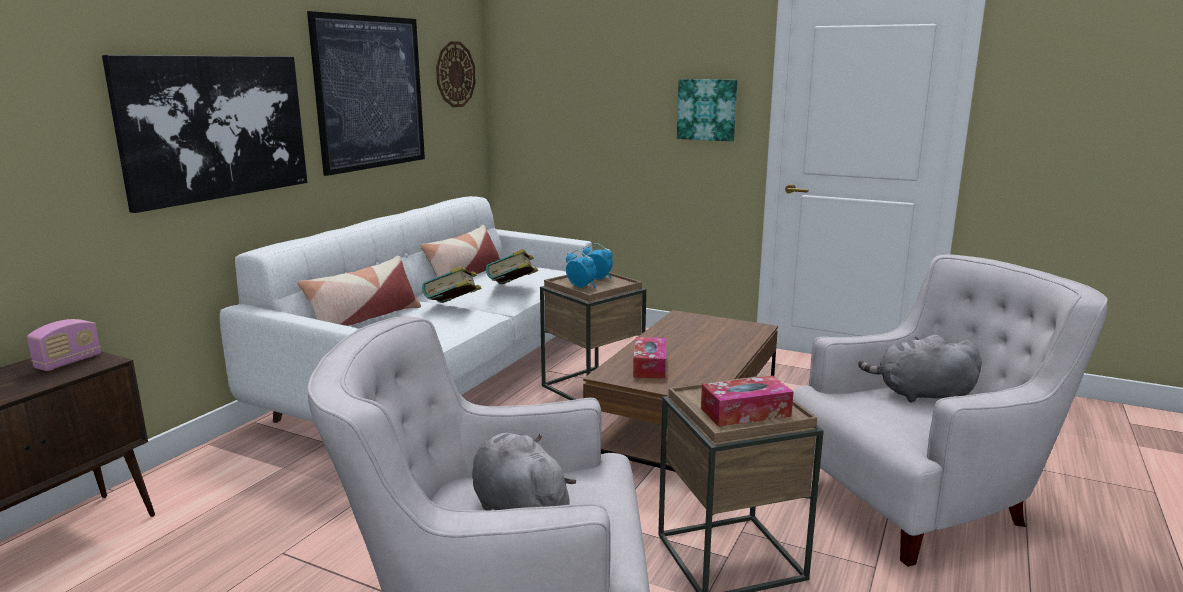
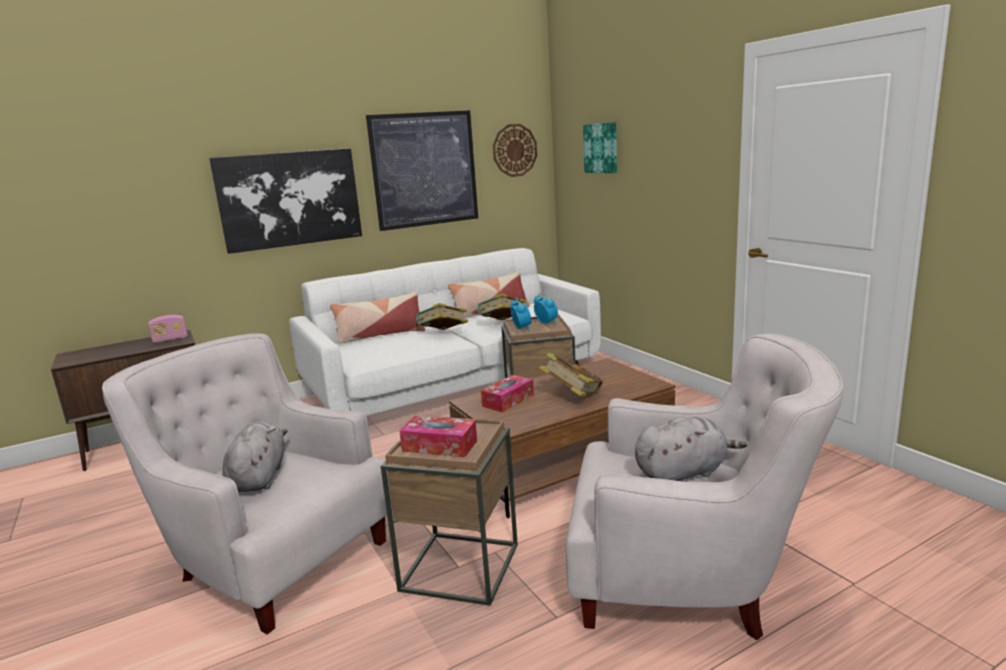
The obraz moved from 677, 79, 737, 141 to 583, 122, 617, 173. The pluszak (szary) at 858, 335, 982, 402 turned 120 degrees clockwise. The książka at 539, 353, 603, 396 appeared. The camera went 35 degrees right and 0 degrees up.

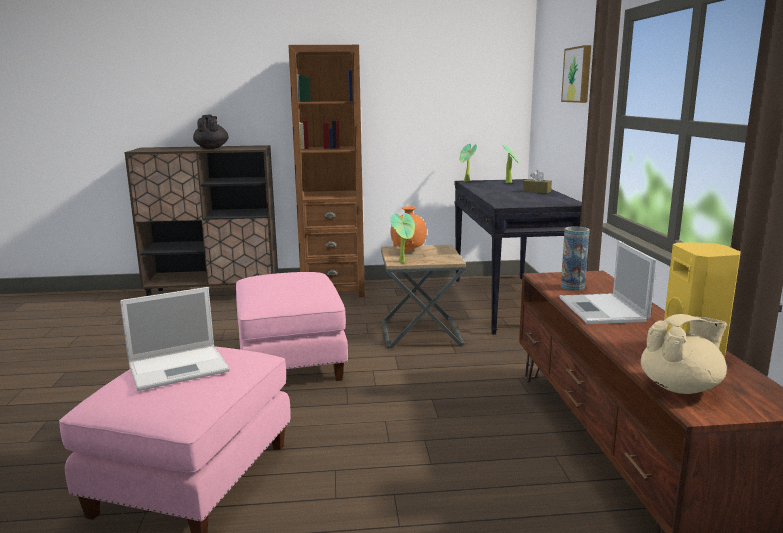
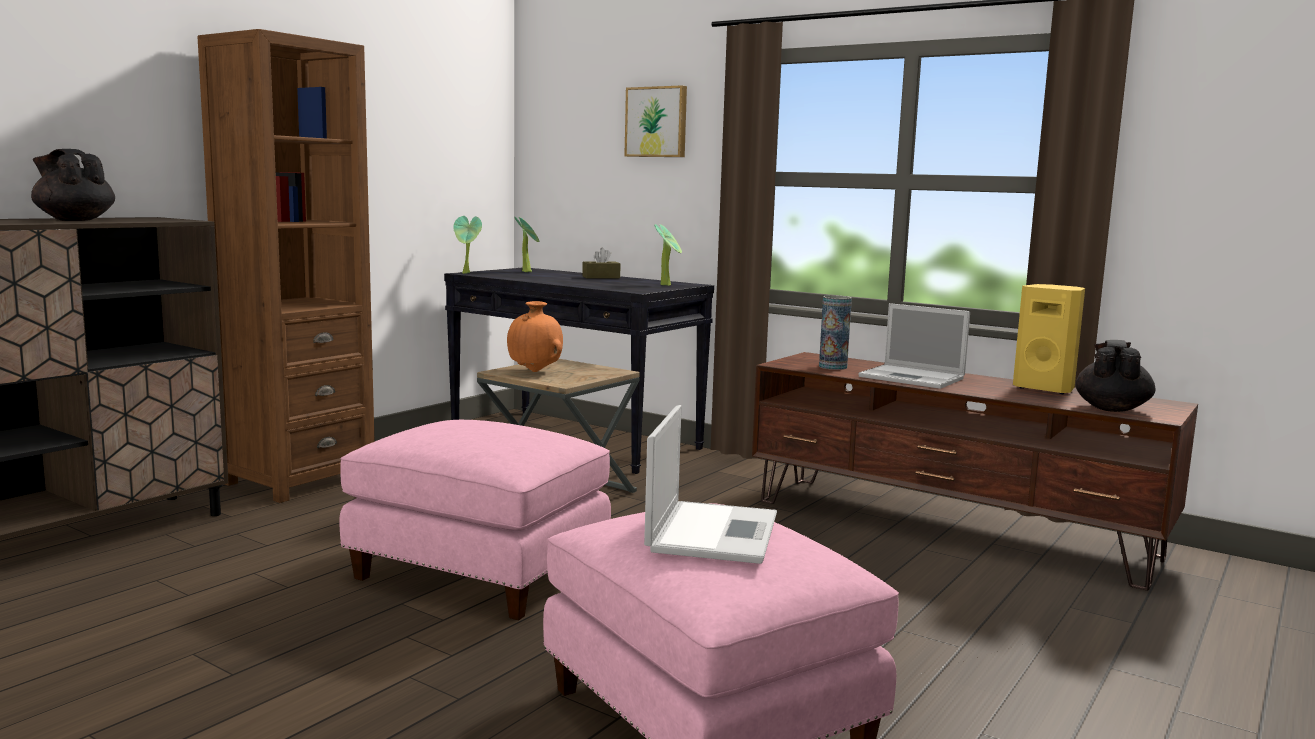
The roślina doniczkowa moved from 390, 213, 415, 263 to 655, 224, 682, 286. The imbryk (beżowy) at 641, 314, 727, 394 became the imbryk (czarny) at 1076, 340, 1156, 412. The camera went 50 degrees left and 5 degrees down.

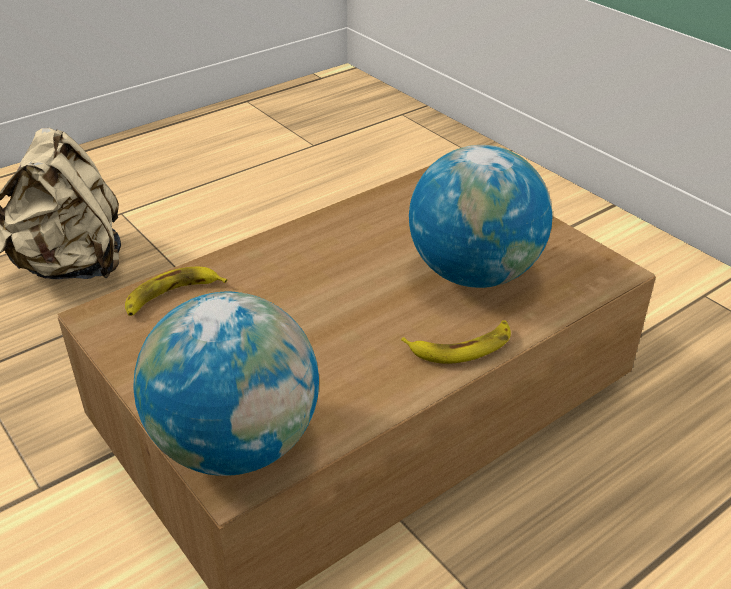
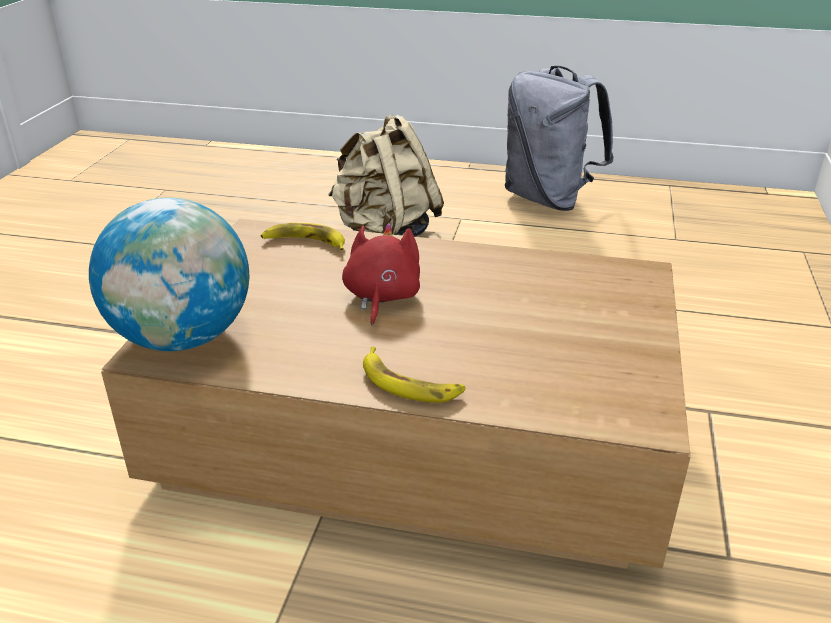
The globus at 409, 145, 553, 288 disappeared. The pluszak (czerwony) at 342, 223, 420, 326 appeared. The plecak (szary) at 505, 66, 614, 211 appeared. The camera went 50 degrees right and 5 degrees down.

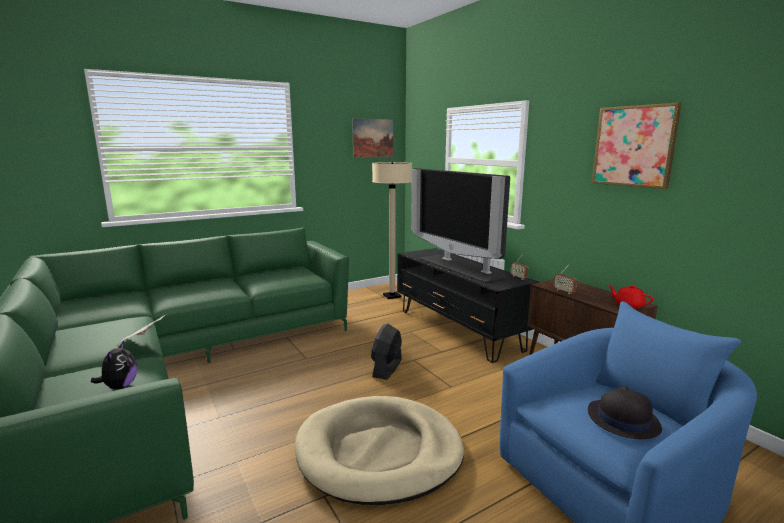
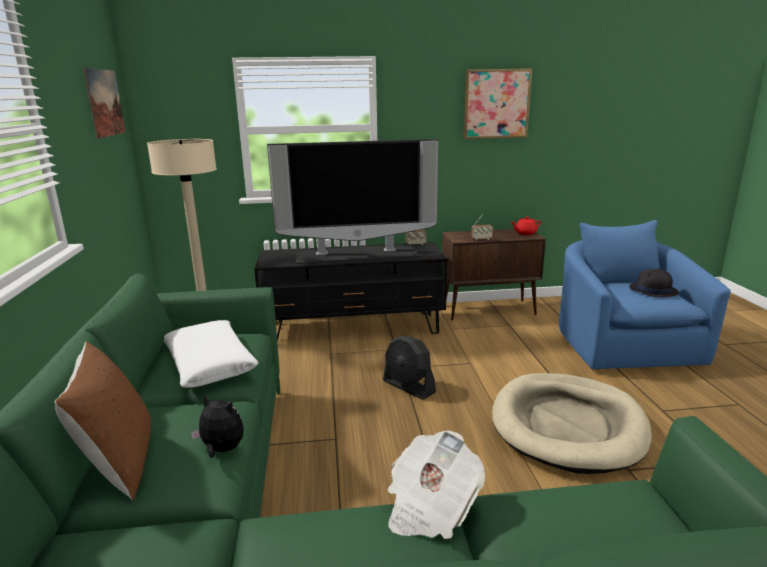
The pluszak moved from 91, 340, 137, 389 to 191, 395, 244, 458. The poduszka (brązowy) at 54, 341, 151, 500 appeared. The poduszka (biały) at 164, 320, 259, 388 appeared. The camera went 65 degrees left and 5 degrees up.

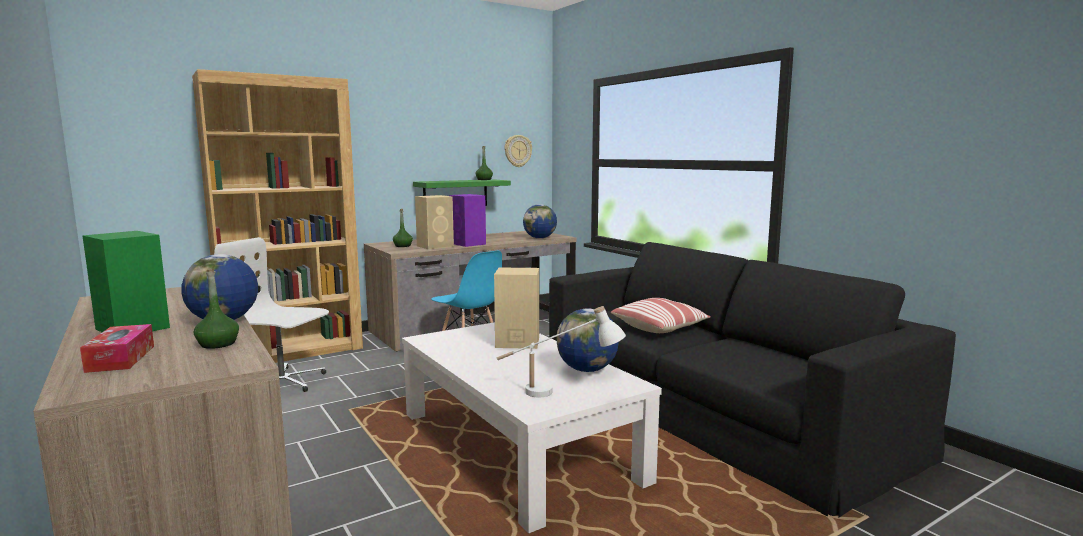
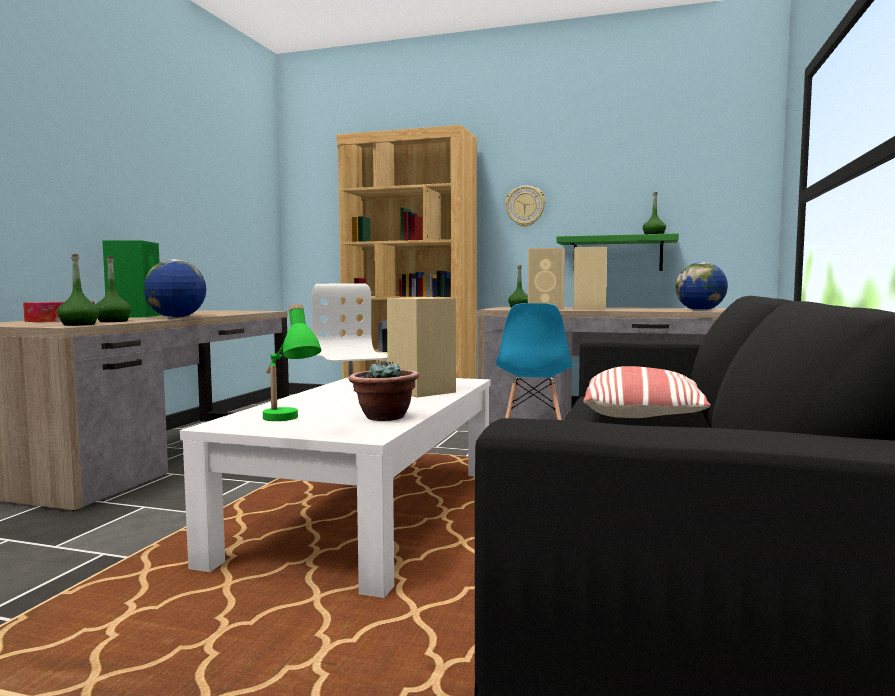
The głośnik (fioletowy) at 449, 194, 486, 247 became the głośnik (beżowy) at 573, 247, 607, 310. The lampa stołowa (biały) at 497, 306, 626, 397 became the lampa stołowa (zielony) at 263, 304, 321, 421. The zegar ścienny moved from 505, 135, 532, 167 to 505, 186, 545, 227. The globus at 556, 308, 619, 372 was replaced by the roślina doniczkowa at 349, 360, 419, 421. The butelka (zielony) at 57, 254, 99, 326 appeared. The camera went 50 degrees right and 5 degrees down.

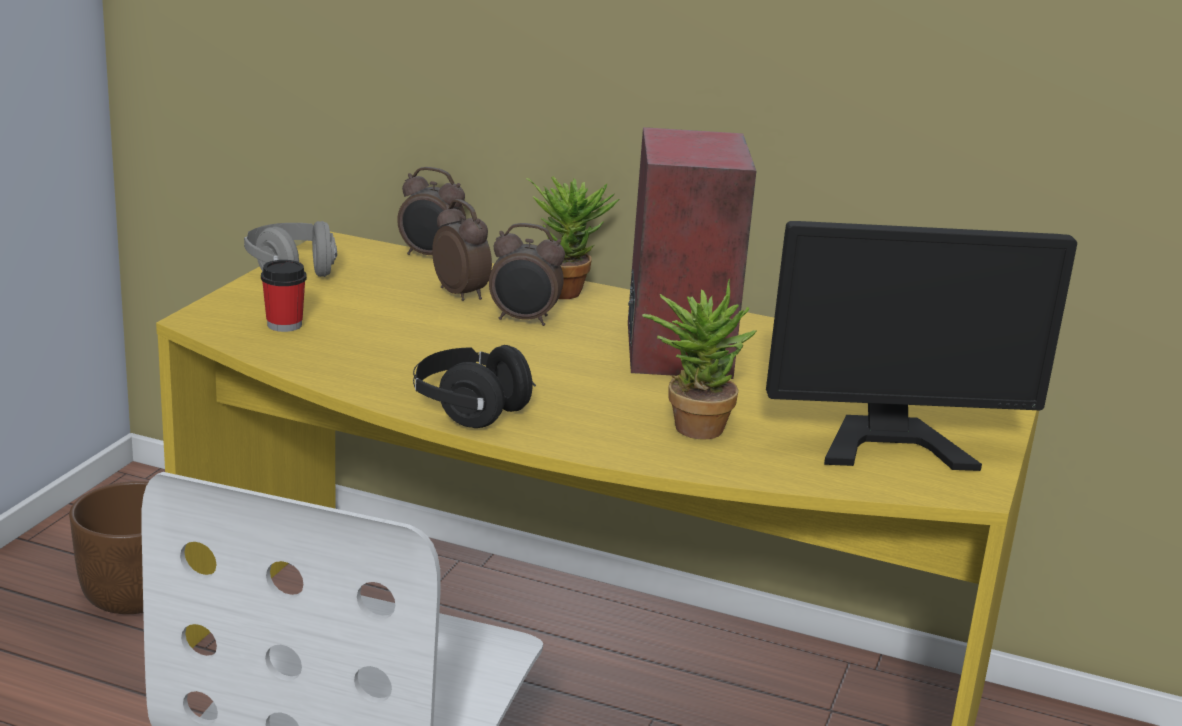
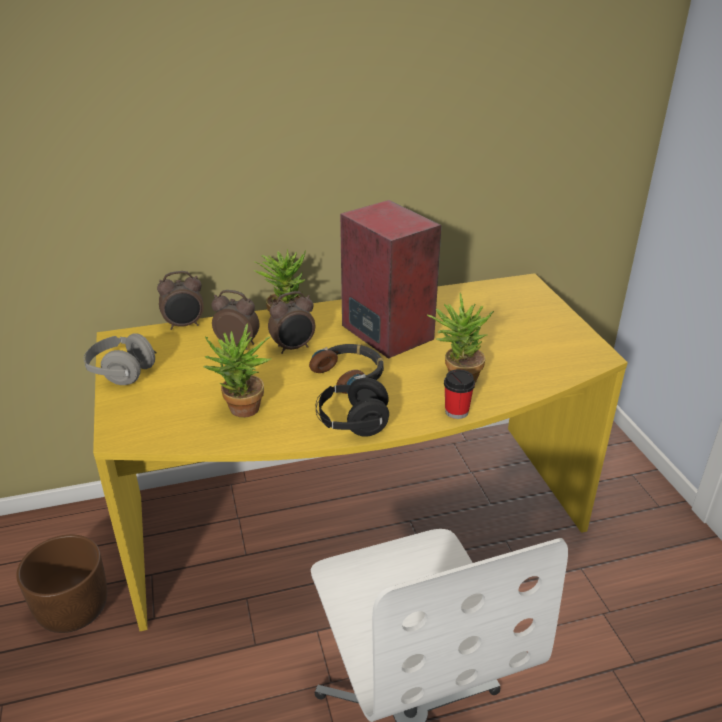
The filiżanka moved from 261, 260, 307, 332 to 444, 369, 475, 419. The monitor at 766, 221, 1077, 471 disappeared. The roślina doniczkowa at 204, 323, 271, 418 appeared. The słuchawki at 309, 344, 384, 394 appeared. The camera went 35 degrees left and 10 degrees up.

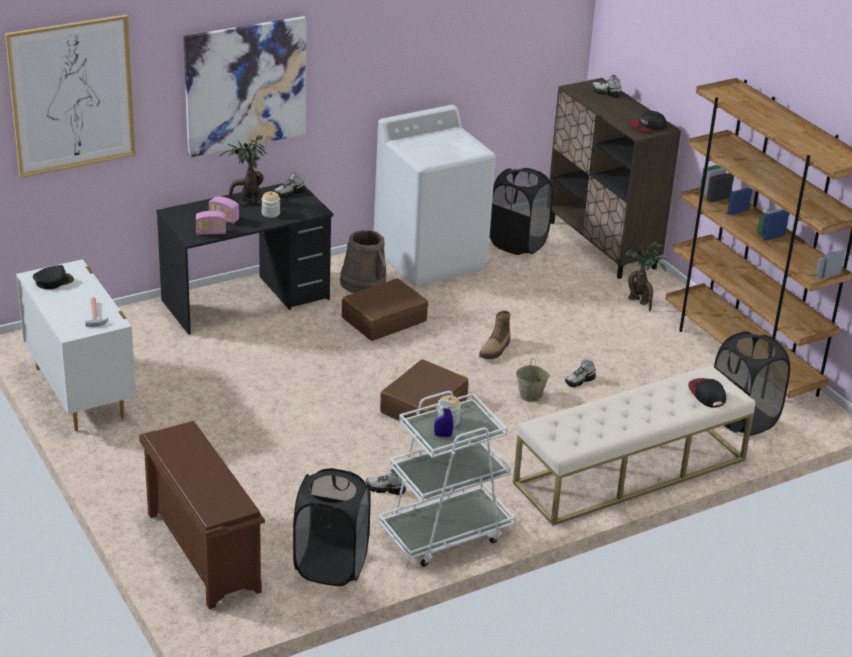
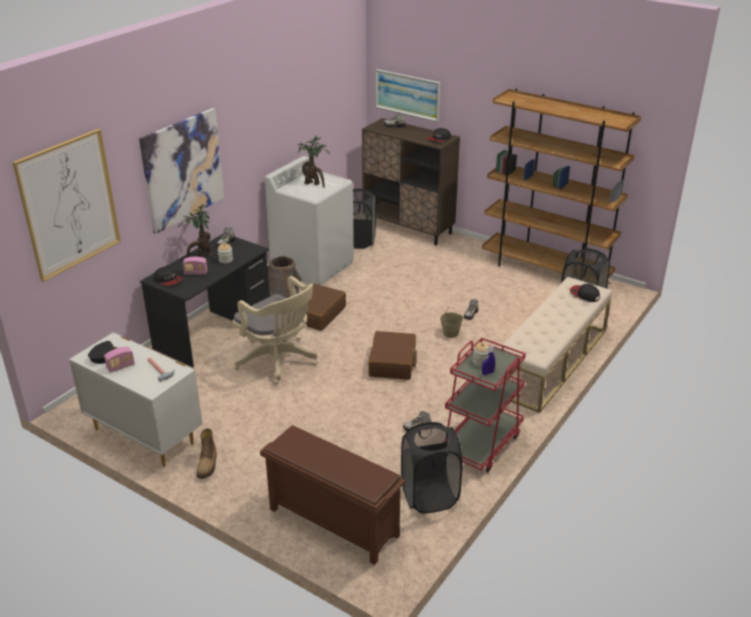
The radio moved from 196, 211, 226, 235 to 104, 347, 135, 373. The wózek (biały) at 378, 391, 515, 567 became the wózek (czerwony) at 445, 337, 526, 472. The but z cholewką moved from 479, 310, 510, 359 to 197, 428, 217, 479. The roślina doniczkowa moved from 625, 241, 666, 311 to 297, 135, 330, 188. The czapka z daszkiem at 154, 266, 183, 286 appeared. The krzesło biurowe (beżowy) at 233, 276, 317, 385 appeared. The obraz at 375, 69, 440, 122 appeared. The camera went 25 degrees left and 0 degrees up.

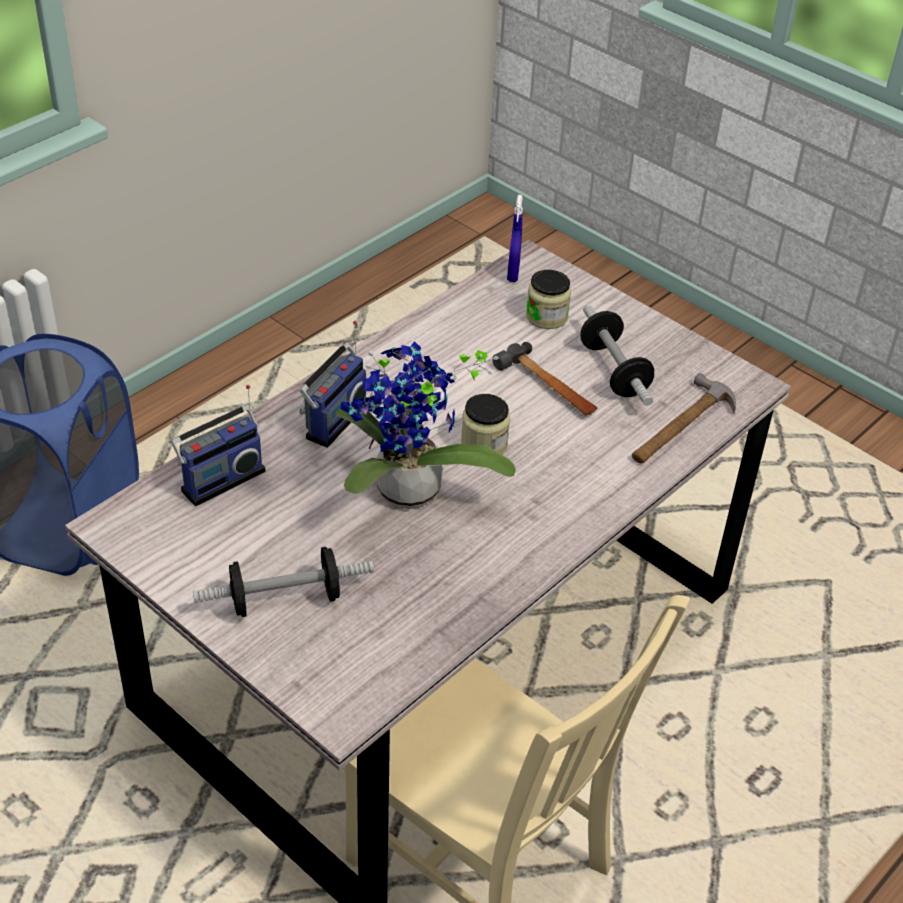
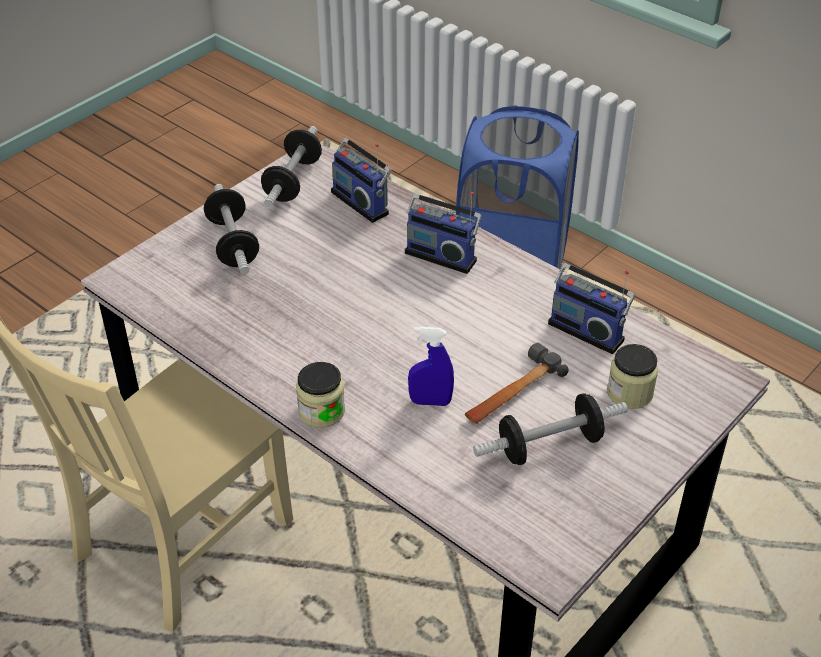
The roślina doniczkowa at 335, 341, 516, 509 disappeared. The słoik moved from 461, 394, 510, 455 to 296, 362, 345, 428. The spryskiwacz (niebieski) moved from 507, 195, 523, 282 to 408, 327, 454, 406. The młotek at 632, 373, 736, 464 disappeared. The hantel at 261, 126, 322, 207 appeared. The radio at 548, 263, 635, 354 appeared. The camera went 90 degrees right and 0 degrees up.

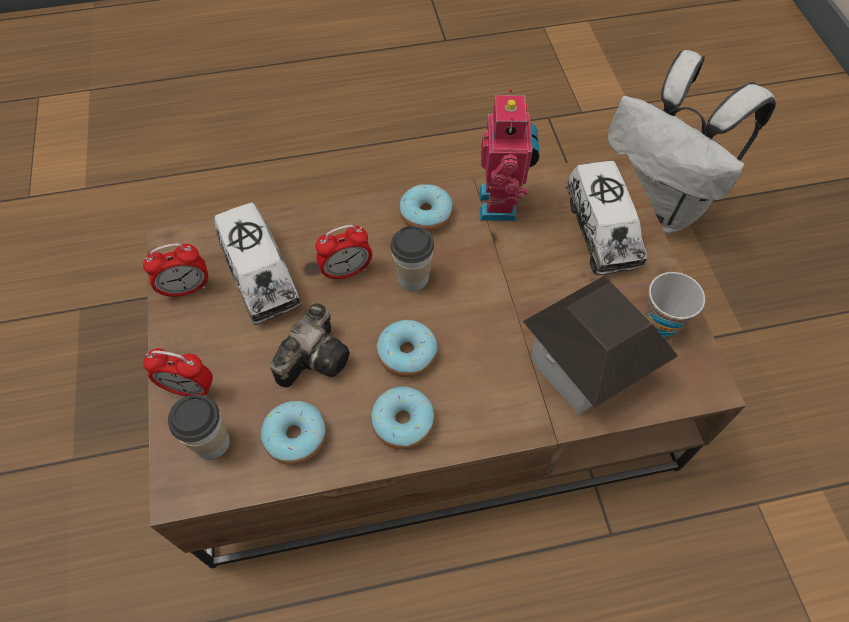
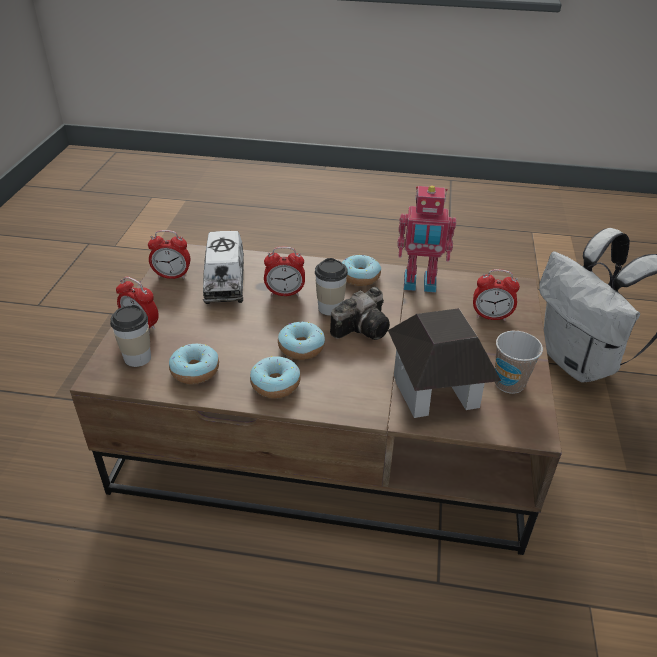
The aparat fotograficzny moved from 270, 303, 350, 388 to 330, 287, 390, 340. The robot zabawkowy at 479, 89, 540, 221 turned 75 degrees clockwise. The ciężarówka zabawkowa at 566, 161, 647, 275 was replaced by the budzik at 473, 269, 520, 321. The camera went 20 degrees right and 20 degrees down.

